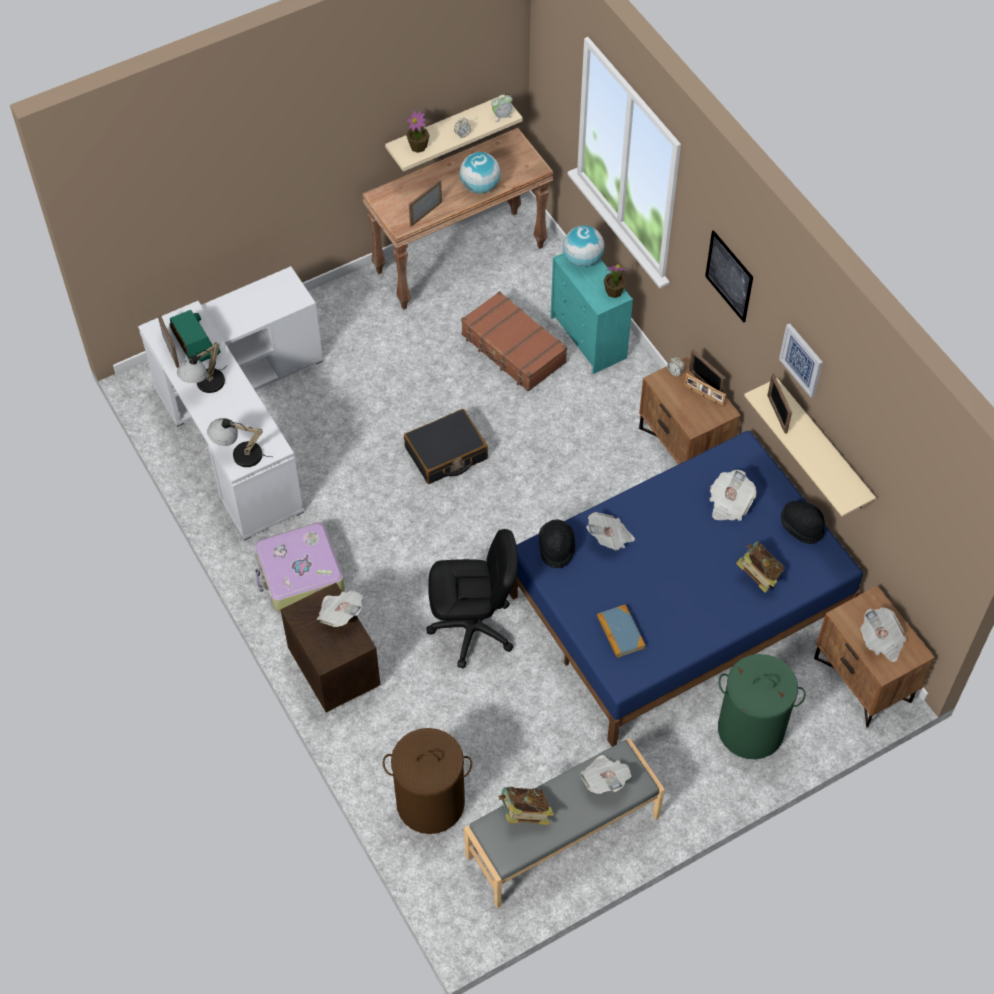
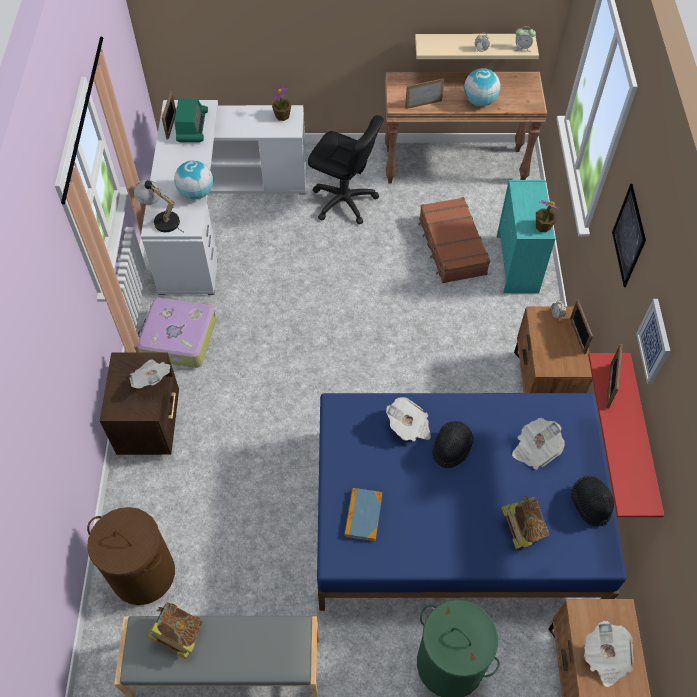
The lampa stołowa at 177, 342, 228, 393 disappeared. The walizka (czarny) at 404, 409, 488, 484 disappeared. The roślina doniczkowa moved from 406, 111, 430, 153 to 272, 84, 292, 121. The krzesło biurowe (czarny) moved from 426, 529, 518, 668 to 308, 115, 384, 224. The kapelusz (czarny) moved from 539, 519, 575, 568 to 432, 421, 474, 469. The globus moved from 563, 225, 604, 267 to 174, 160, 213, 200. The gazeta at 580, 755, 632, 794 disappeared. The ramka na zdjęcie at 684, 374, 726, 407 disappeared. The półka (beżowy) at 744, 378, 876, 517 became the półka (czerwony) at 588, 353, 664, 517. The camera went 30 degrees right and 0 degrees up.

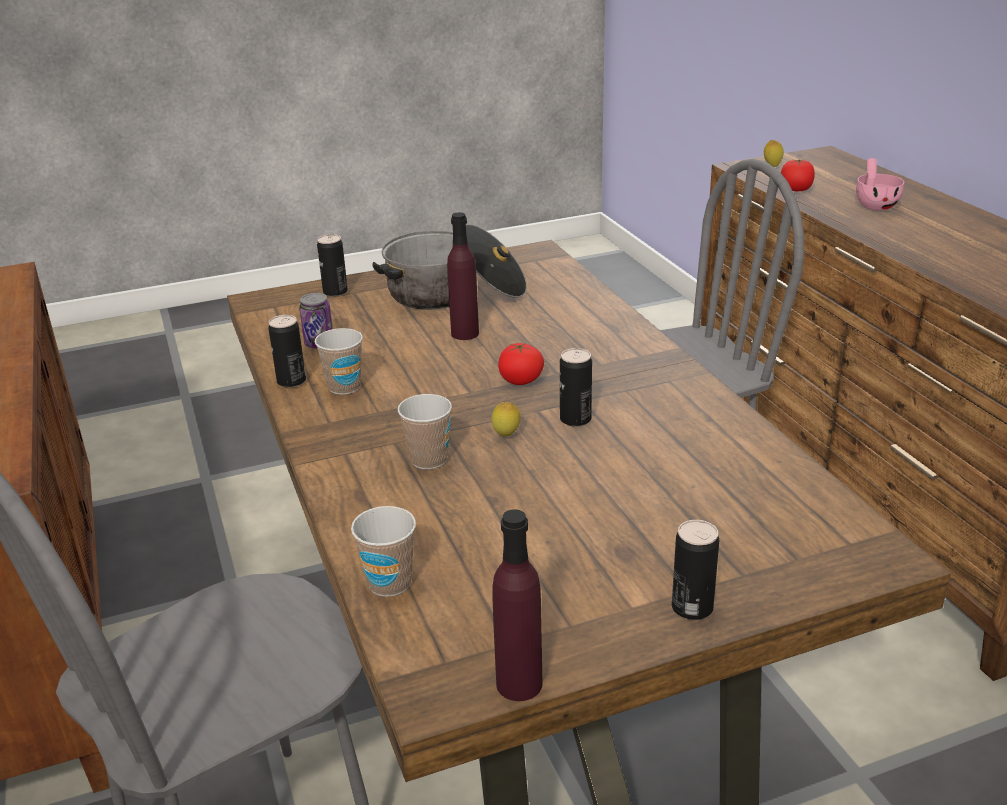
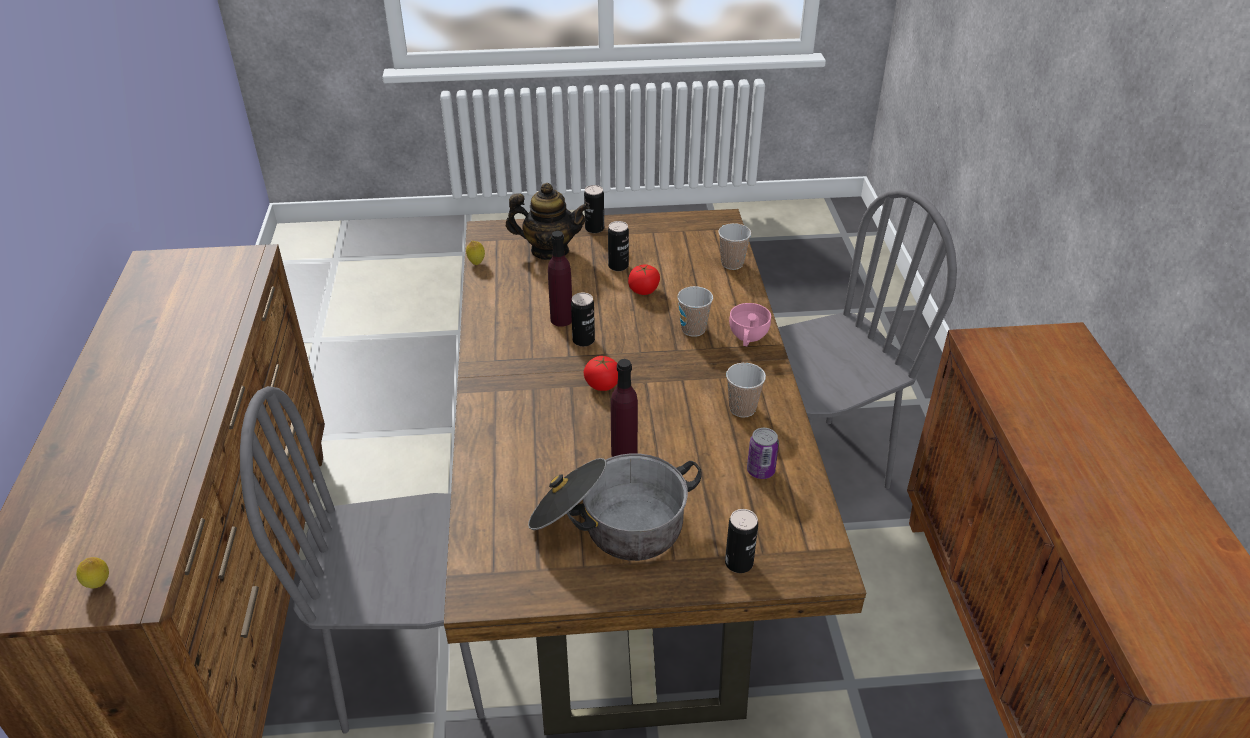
The puszka moved from 268, 315, 306, 388 to 608, 221, 629, 271. The cytryna moved from 491, 402, 520, 437 to 466, 241, 485, 265. The butelka (fioletowy) moved from 492, 509, 543, 701 to 548, 231, 572, 327. The pomidor moved from 781, 160, 815, 191 to 628, 264, 660, 295. The filiżanka (różowy) moved from 856, 158, 904, 211 to 729, 303, 771, 346. The imbryk at 506, 183, 590, 260 appeared. The camera went 165 degrees left and 10 degrees up.

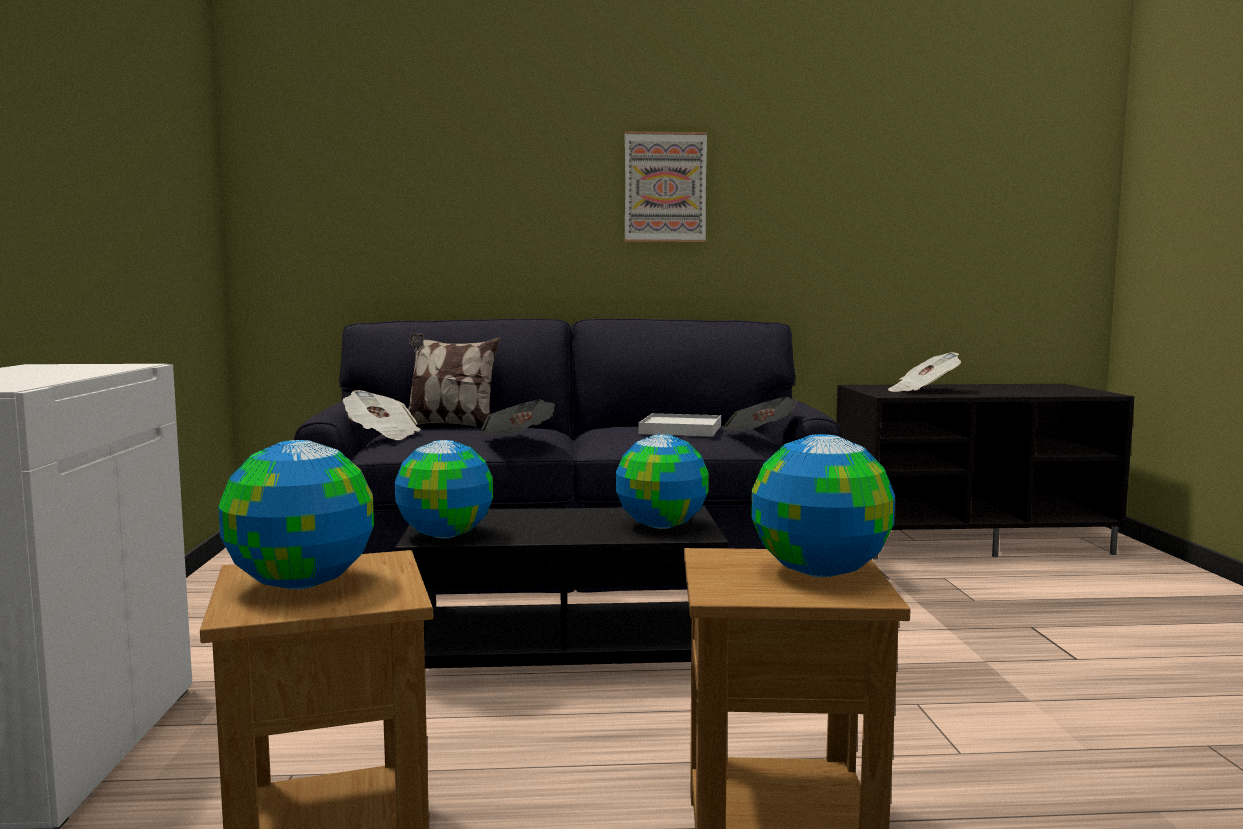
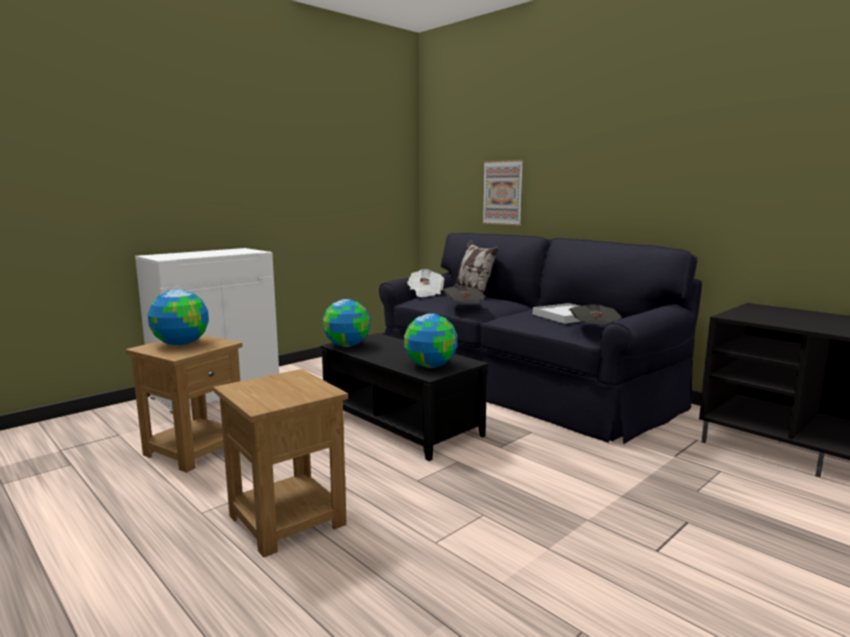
The obraz moved from 625, 131, 707, 242 to 482, 160, 523, 226. The globus at 751, 434, 895, 577 disappeared. The gazeta at 888, 352, 961, 392 disappeared. The camera went 50 degrees right and 5 degrees up.

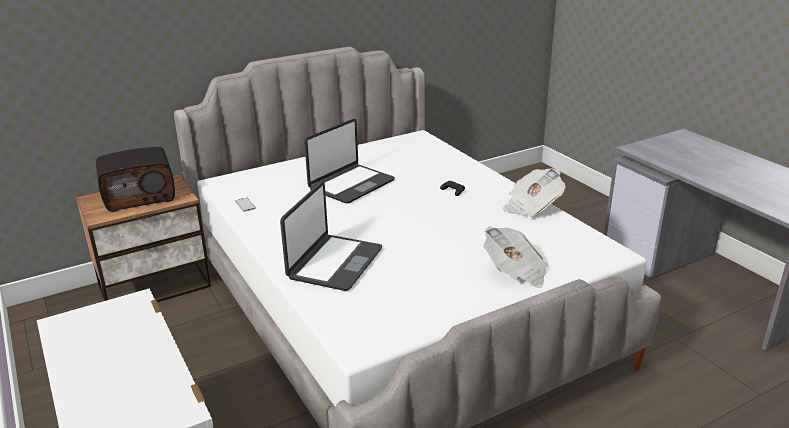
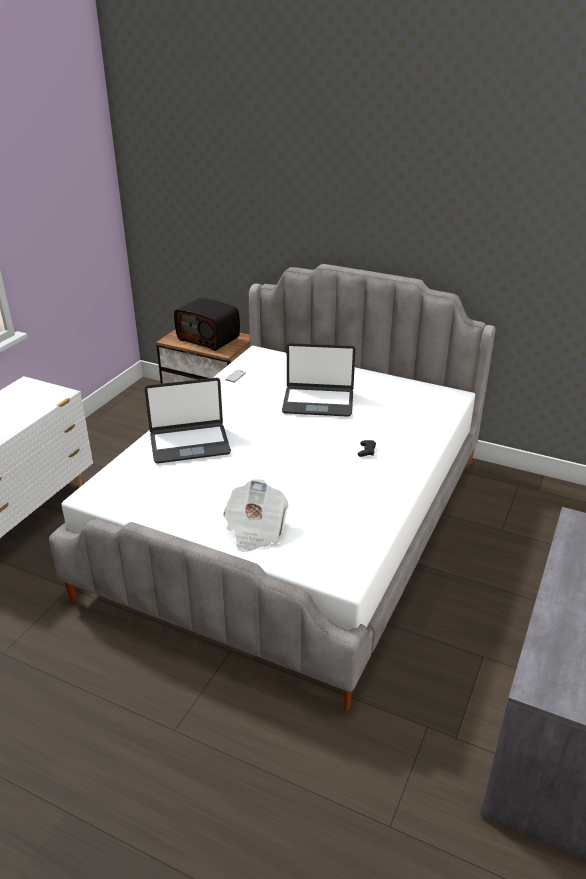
The gazeta at 503, 168, 565, 217 disappeared. The camera went 55 degrees right and 5 degrees up.

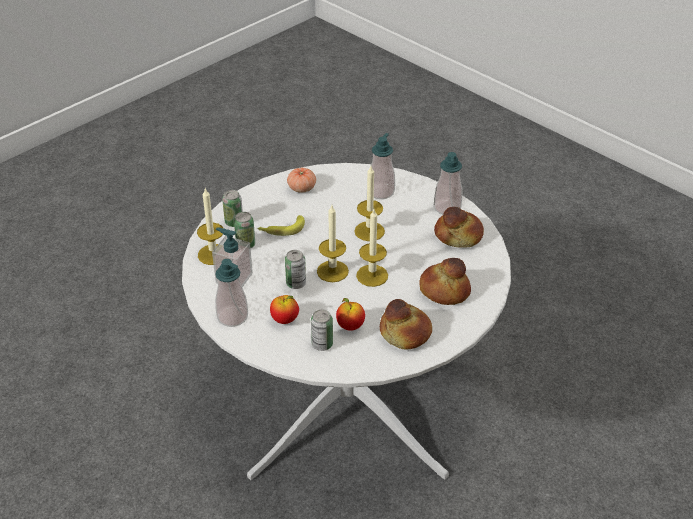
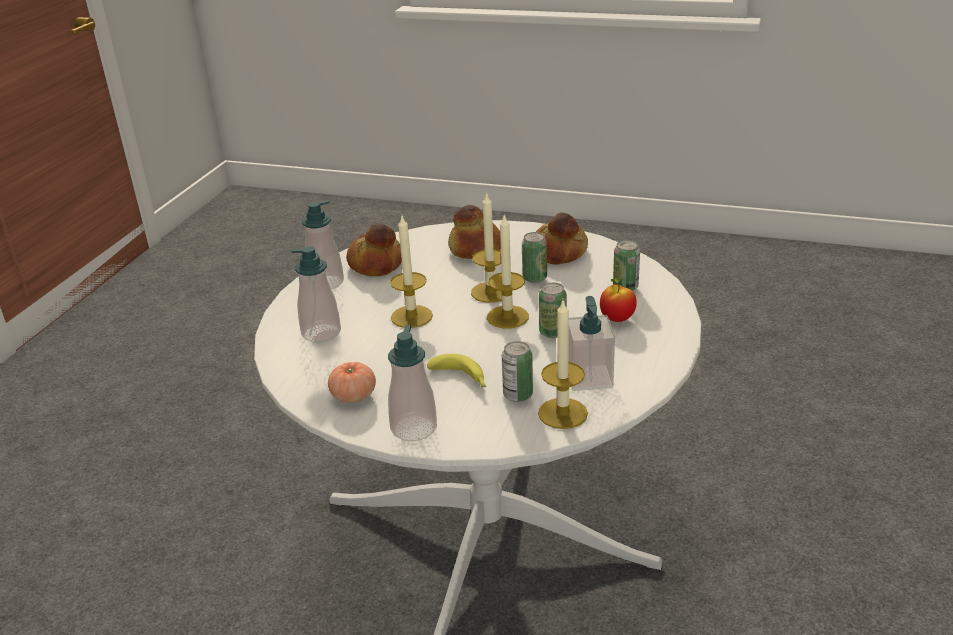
The dozownik mydła moved from 215, 259, 248, 327 to 388, 325, 437, 441. The puszka moved from 222, 190, 243, 227 to 522, 232, 547, 283. The jabłko at 336, 298, 365, 331 disappeared. The camera went 115 degrees left and 10 degrees down.

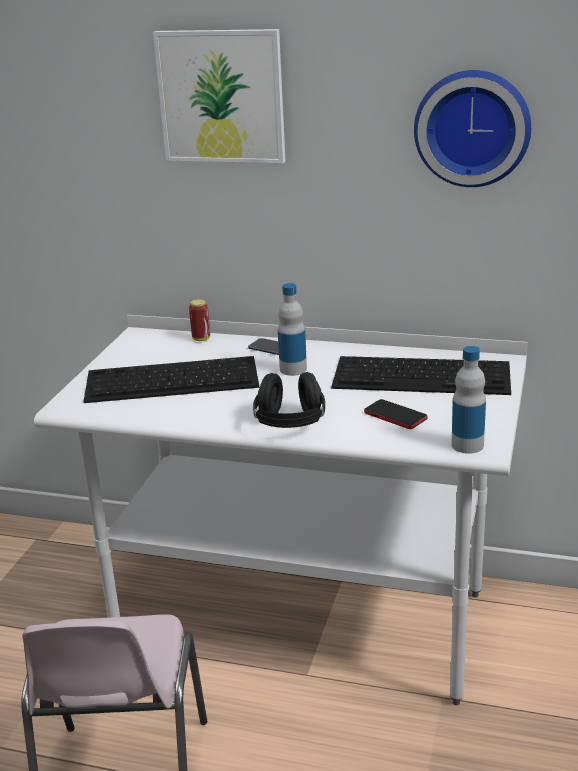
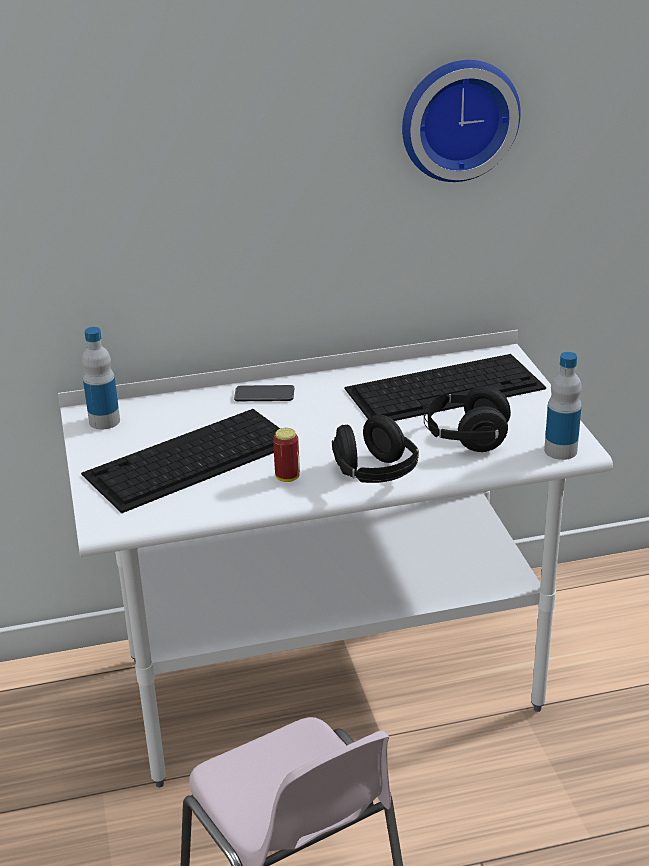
The obraz at 153, 29, 285, 163 disappeared. The puszka moved from 189, 299, 210, 341 to 273, 428, 300, 482. The butelka moved from 278, 283, 307, 376 to 82, 327, 120, 430. The telefon at 364, 399, 427, 429 was replaced by the słuchawki (czarny) at 424, 386, 511, 452. The camera went 30 degrees left and 5 degrees up.

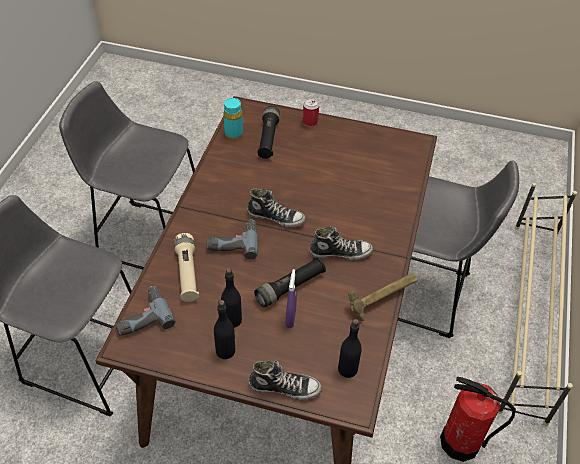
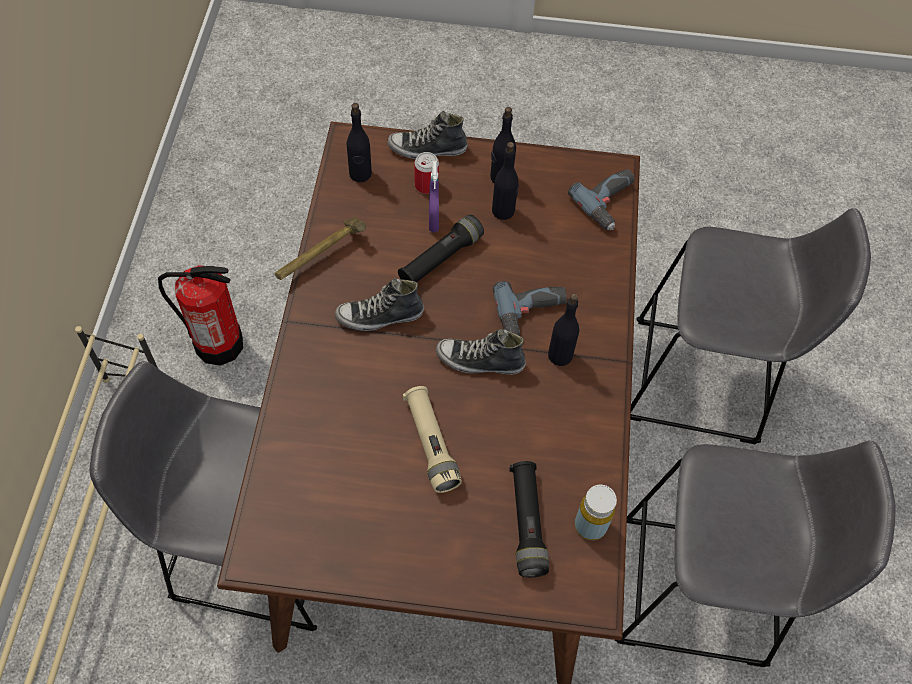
The latarka (beżowy) moved from 174, 233, 199, 302 to 403, 386, 462, 493. The butelka (turkusowy) at 223, 98, 243, 139 became the butelka (żółty) at 575, 485, 617, 540. The puszka moved from 303, 98, 319, 127 to 414, 152, 439, 194. The butelka (czarny) at 548, 294, 579, 366 appeared. The camera went 170 degrees right and 10 degrees up.

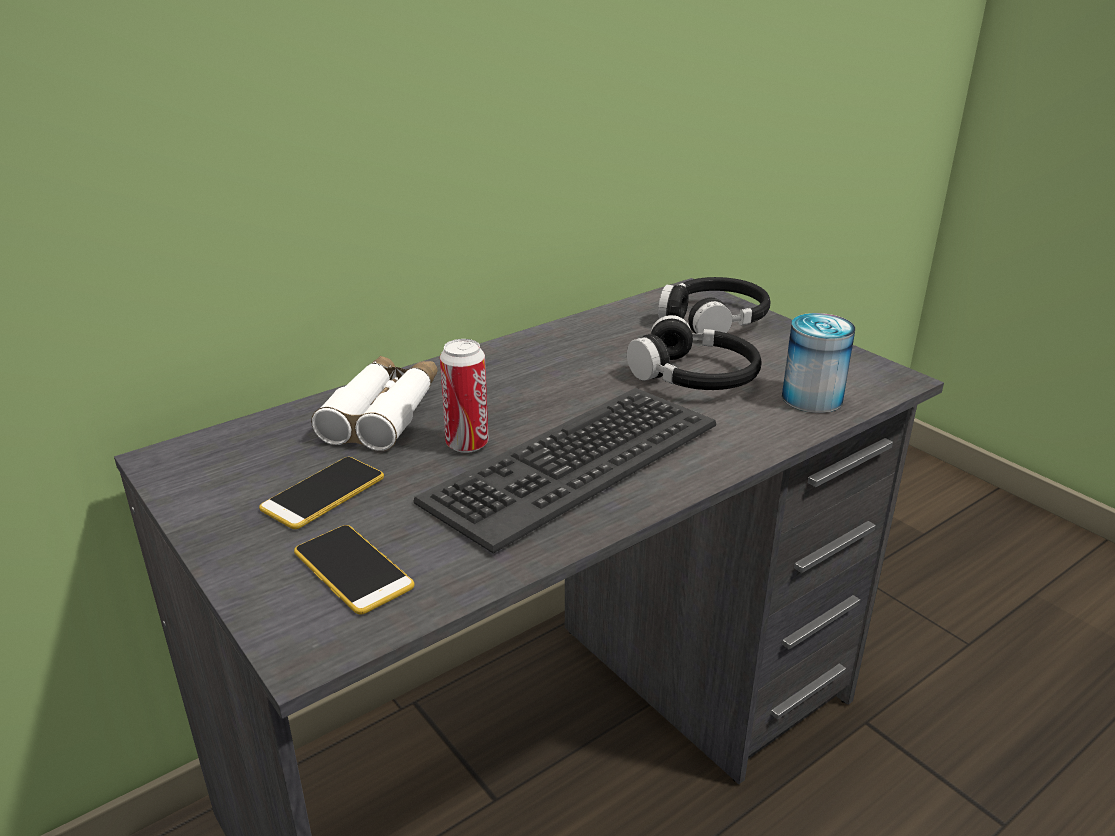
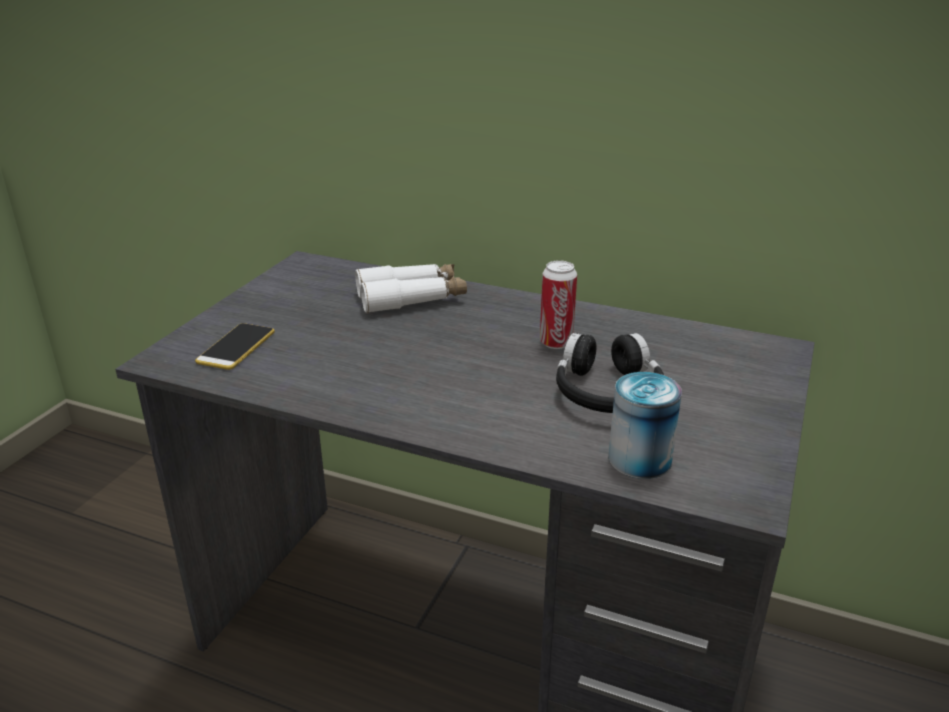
The telefon at 259, 457, 384, 529 disappeared. The klawiatura at 413, 388, 716, 554 disappeared. The puszka moved from 440, 339, 489, 453 to 540, 260, 577, 349. The słuchawki (czarny) at 658, 277, 771, 334 disappeared. The camera went 60 degrees right and 0 degrees up.

